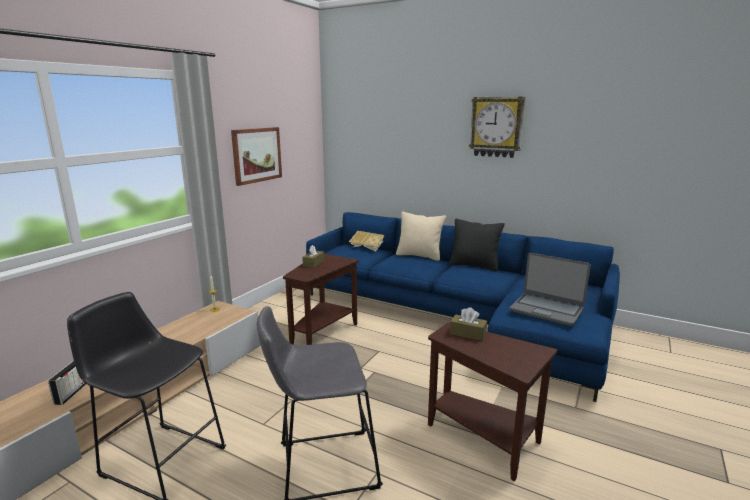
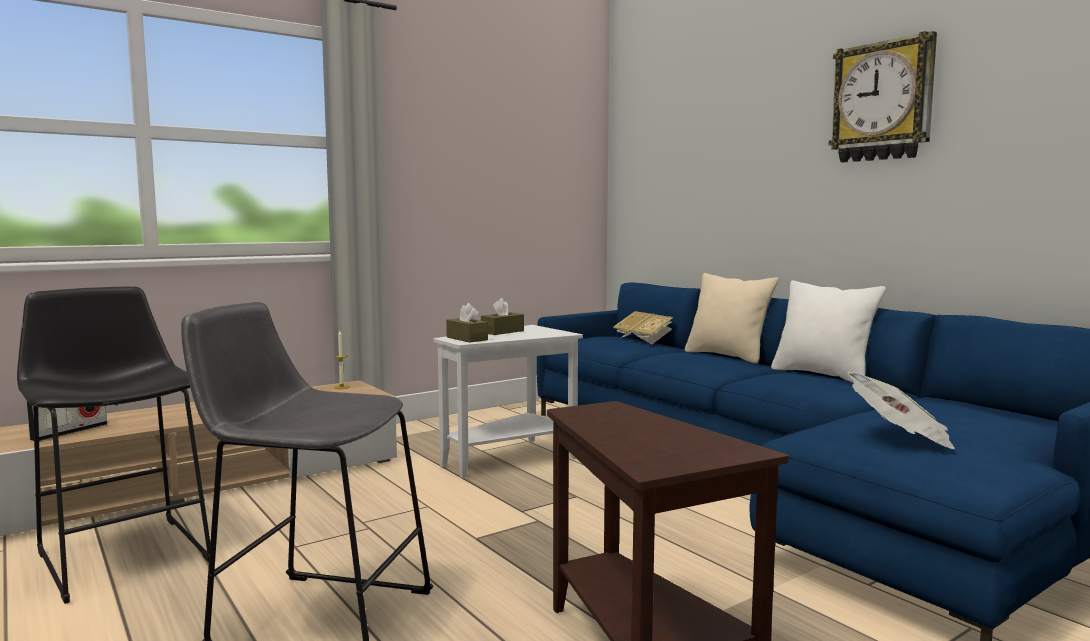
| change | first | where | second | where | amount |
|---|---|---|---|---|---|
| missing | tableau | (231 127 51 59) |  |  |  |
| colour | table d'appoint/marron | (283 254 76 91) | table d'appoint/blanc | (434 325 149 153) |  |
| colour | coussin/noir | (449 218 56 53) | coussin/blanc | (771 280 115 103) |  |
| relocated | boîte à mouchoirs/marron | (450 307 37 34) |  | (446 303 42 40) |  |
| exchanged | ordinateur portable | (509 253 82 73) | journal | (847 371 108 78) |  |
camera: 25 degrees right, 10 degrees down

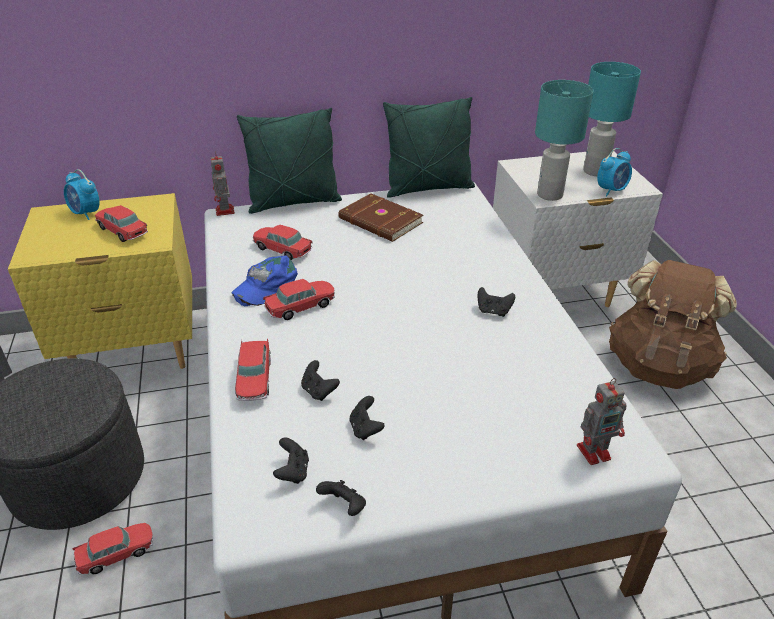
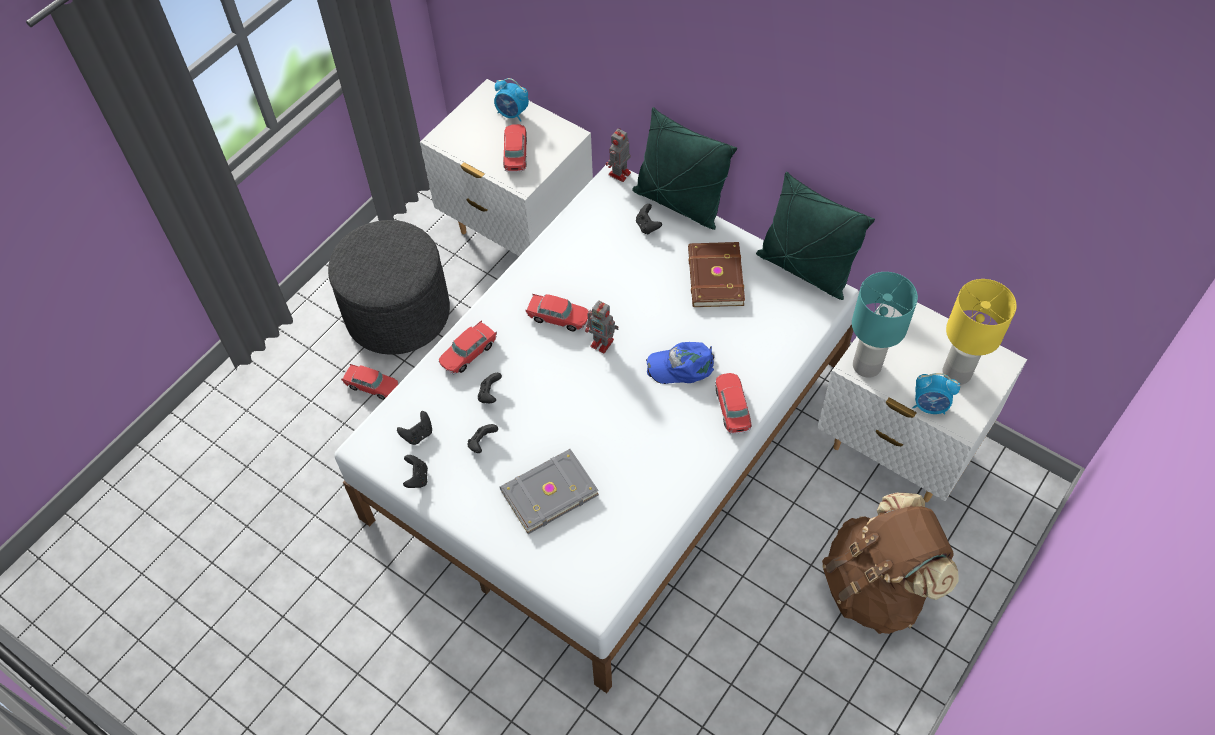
| change | first | where | second | where | amount |
|---|---|---|---|---|---|
| colour | table de chevet/jaune | (8 193 184 176) | table de chevet/blanc | (420 79 173 177) |  |
| spun | réveil | (64 169 35 51) |  | (494 78 35 44) | 60 degrees counterclockwise |
| relocated | casquette/bleu | (231 256 67 50) |  | (646 342 68 42) |  |
| relocated | petite voiture | (253 225 59 35) |  | (715 373 37 61) |  |
| relocated | manette/noir | (478 287 37 30) |  | (636 204 26 31) |  |
| relocated | robot jouet | (577 378 50 87) |  | (585 300 34 53) |  |
| colour | lampe de table/turquoise | (583 62 58 114) | lampe de table/jaune | (942 279 75 106) |  |
| appeared |  |  | livre/gris | (500 449 99 85) |  |
camera: 50 degrees right, 20 degrees up

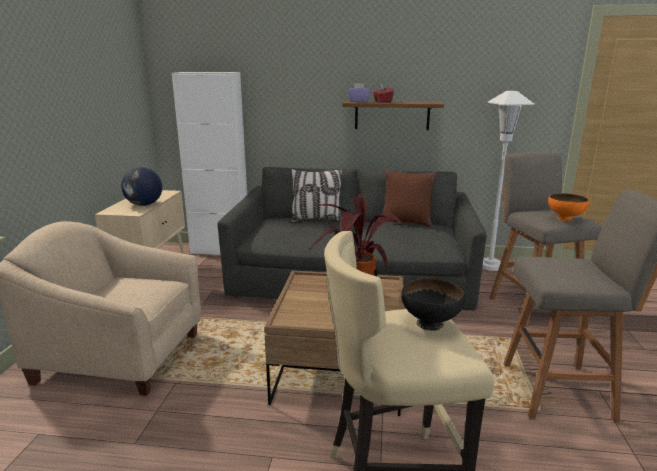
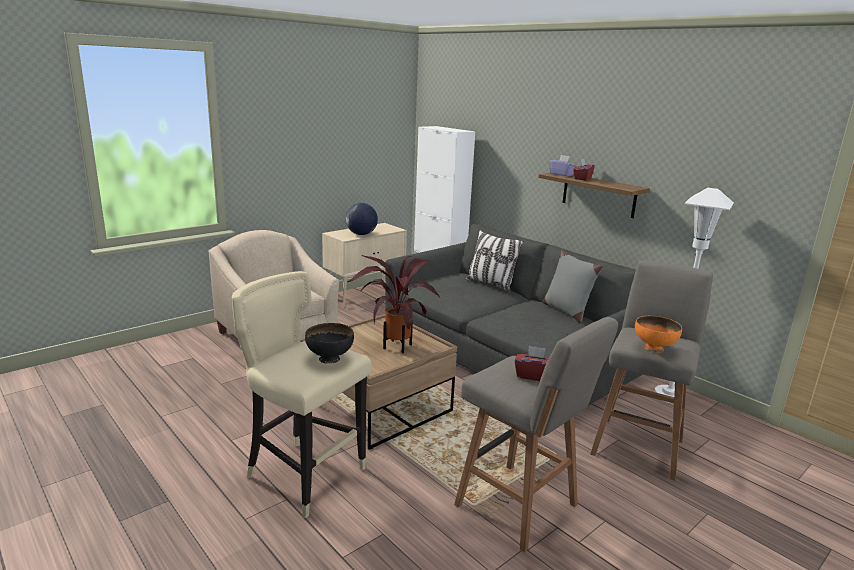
| change | first | where | second | where | amount |
|---|---|---|---|---|---|
| colour | coussin/marron | (383 169 54 59) | coussin/gris | (542 250 61 73) |  |
| appeared |  |  | boîte à mouchoirs/rouge | (514 346 35 35) |  |
camera: 40 degrees right, 0 degrees up

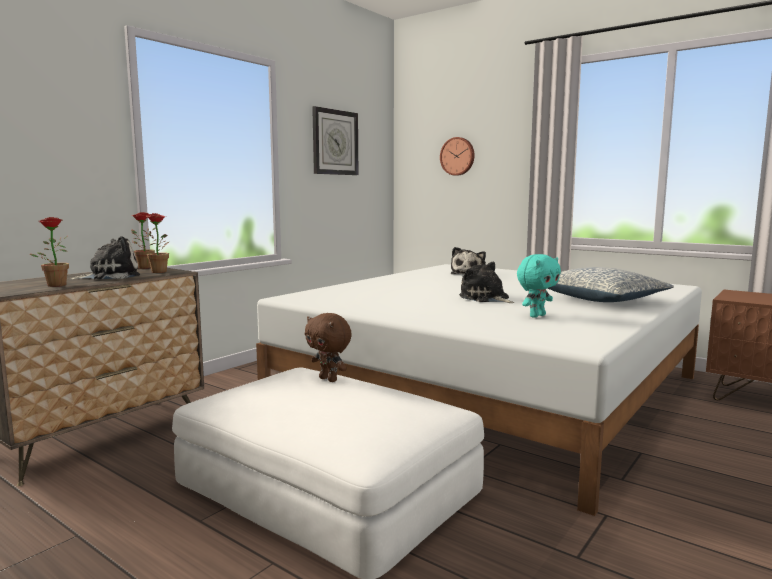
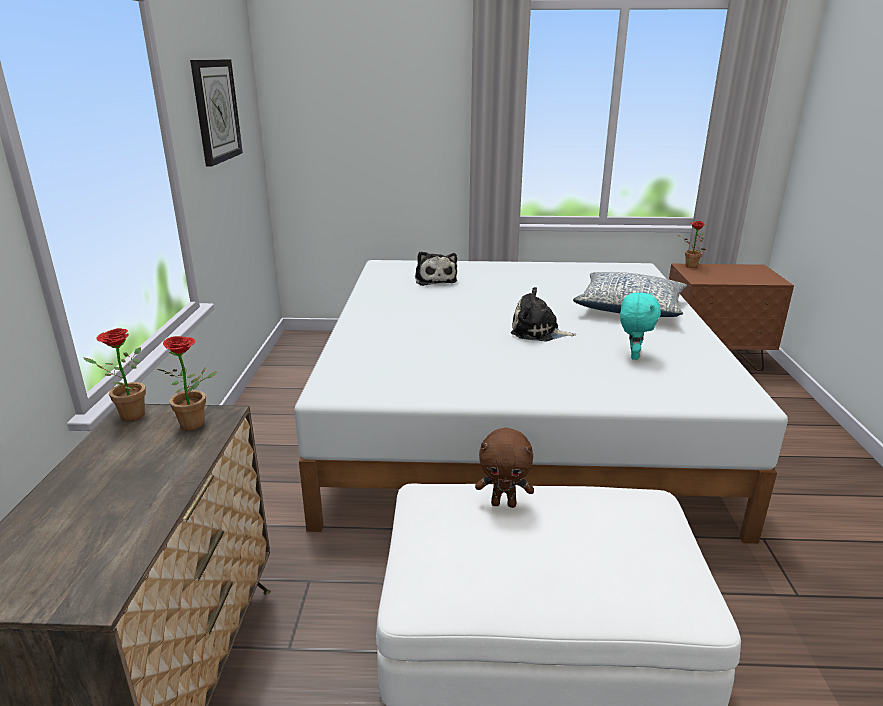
| change | first | where | second | where | amount |
|---|---|---|---|---|---|
| relocated | plante en pot | (30 217 39 70) |  | (678 221 28 47) |  |
| missing | peluche | (68 236 72 44) |  |  |  |
| missing | horloge murale | (440 137 35 39) |  |  |  |
camera: 35 degrees left, 15 degrees up

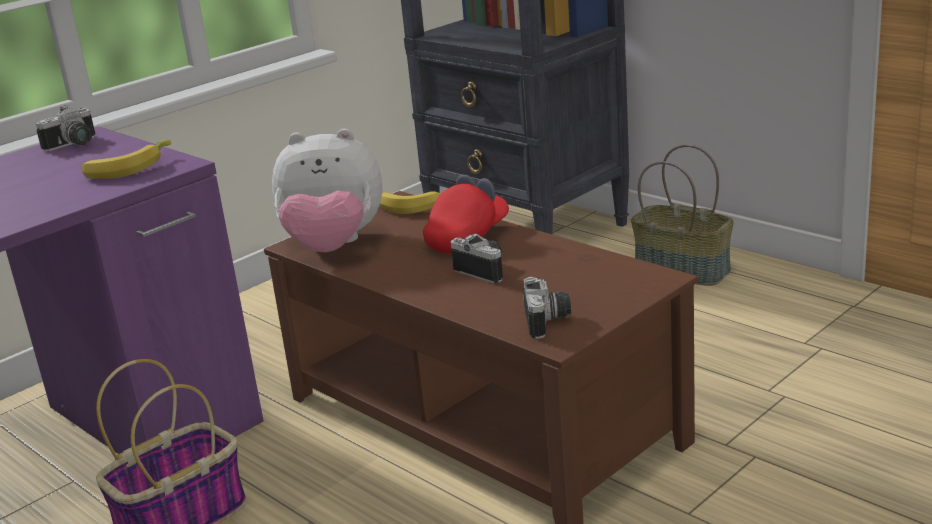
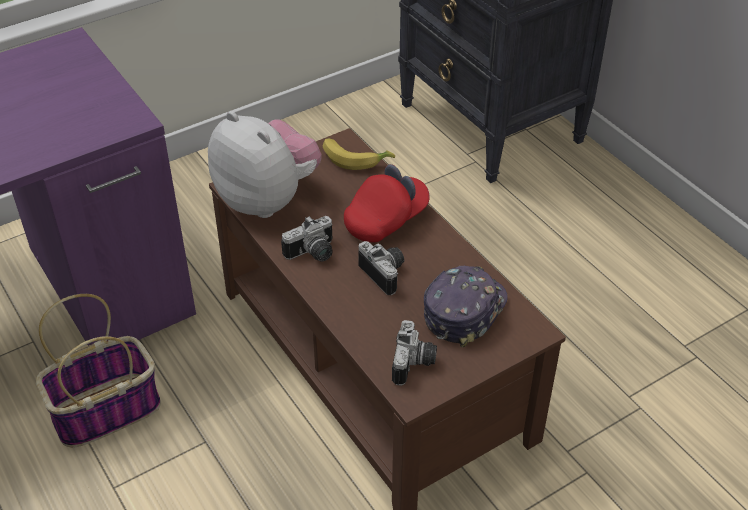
| change | first | where | second | where | amount |
|---|---|---|---|---|---|
| relocated | appareil photo | (36 105 59 47) |  | (281 216 52 46) |  |
| missing | banane | (82 140 89 39) |  |  |  |
| spun | peluche | (272 129 111 123) |  | (208 111 114 107) | 150 degrees counterclockwise |
| missing | panier | (631 144 103 142) |  |  |  |
| appeared |  |  | casquette | (424 266 84 82) |  |
camera: 10 degrees right, 20 degrees up

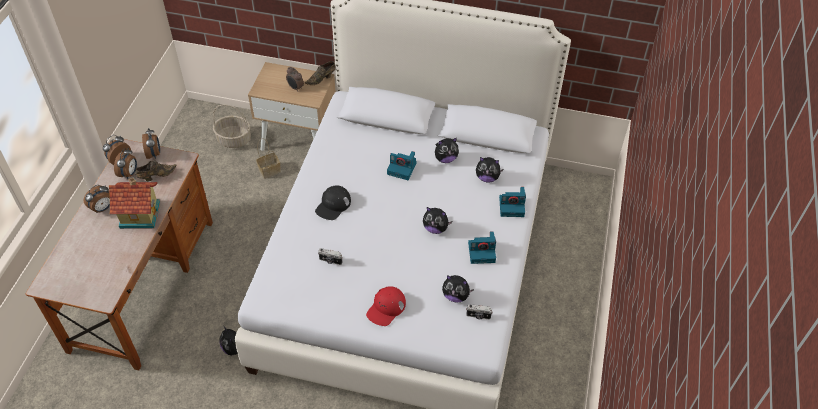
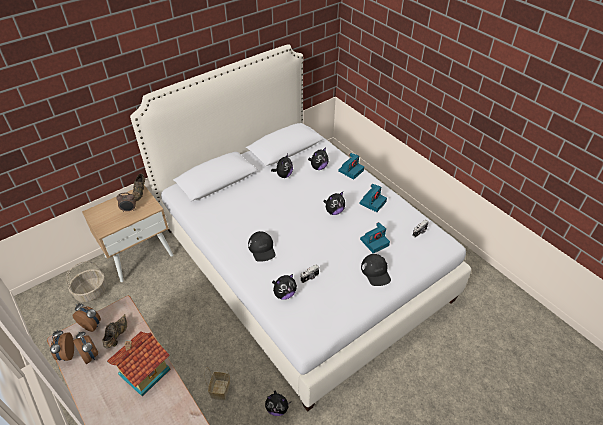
| change | first | where | second | where | amount |
|---|---|---|---|---|---|
| missing | réveil | (84 185 26 28) |  |  |  |
| relocated | panier | (256 138 25 41) |  | (204 367 26 33) |  |
| colour | casquette/rouge | (366 286 40 40) | casquette/noir | (361 254 30 32) |  |
| relocated | appareil photo | (387 151 30 29) |  | (360 222 30 32) |  |
| relocated | peluche | (442 275 32 28) |  | (272 274 25 26) |  |
camera: 50 degrees left, 5 degrees down

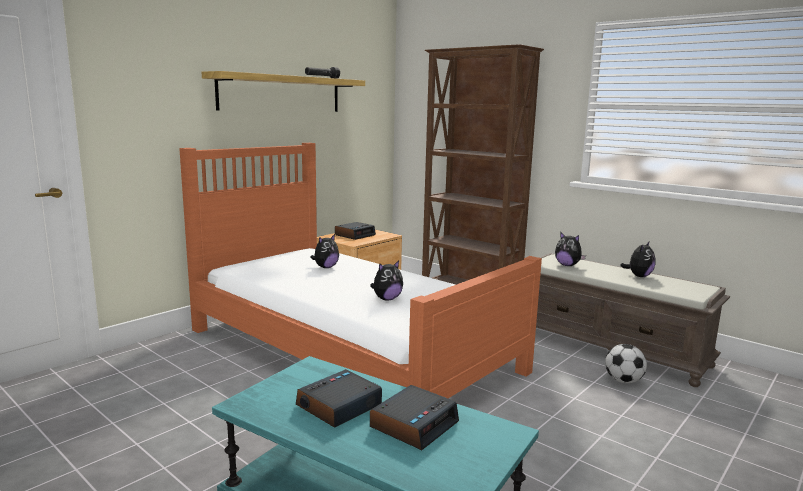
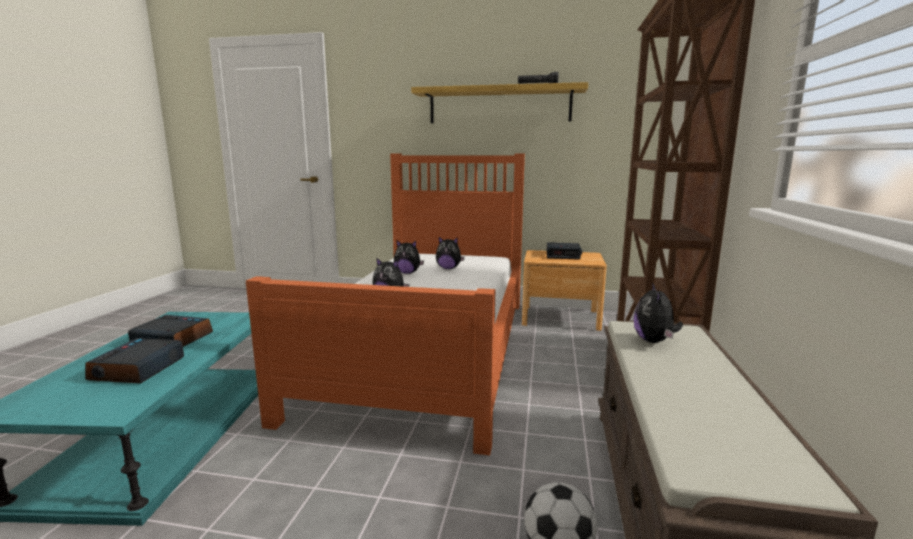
| change | first | where | second | where | amount |
|---|---|---|---|---|---|
| spun | réveil | (370 385 89 65) |  | (85 338 99 46) | 90 degrees clockwise |
| relocated | peluche | (620 241 35 36) |  | (394 241 30 33) |  |
camera: 60 degrees right, 0 degrees up

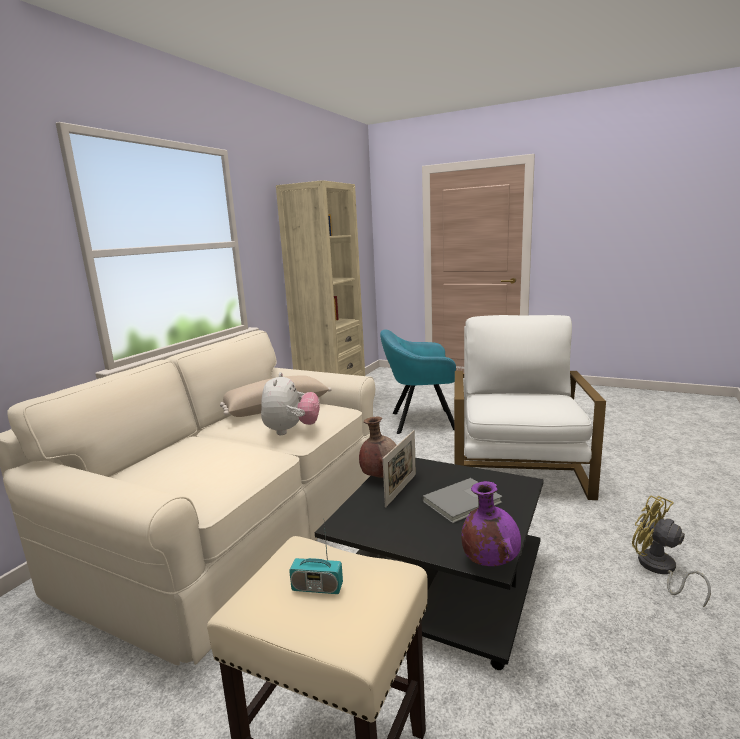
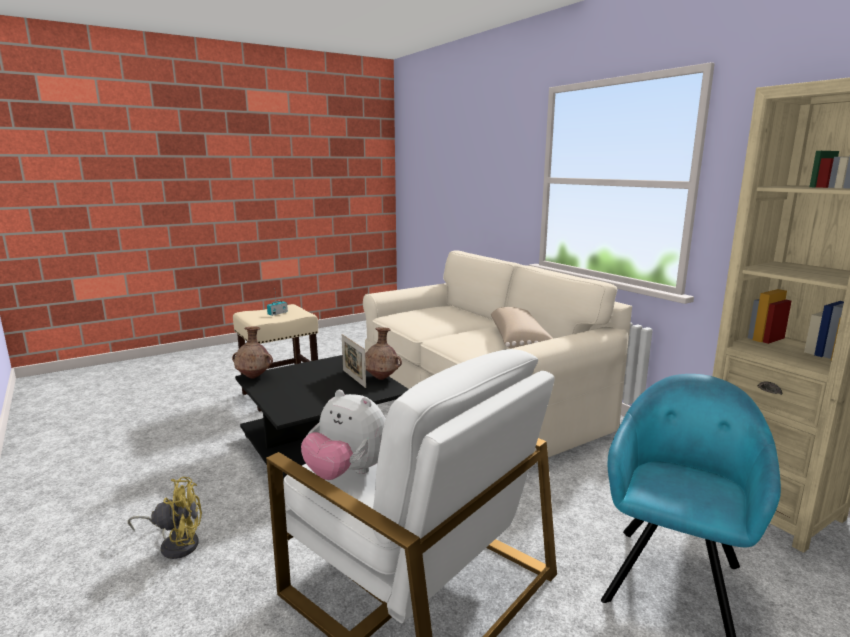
| change | first | where | second | where | amount |
|---|---|---|---|---|---|
| relocated | peluche | (261 372 59 63) |  | (301 390 85 90) |  |
| missing | livre/gris | (422 478 81 45) |  |  |  |
| colour | vase/violet | (461 481 60 85) | vase/marron | (232 327 41 52) |  |
camera: 120 degrees right, 0 degrees up

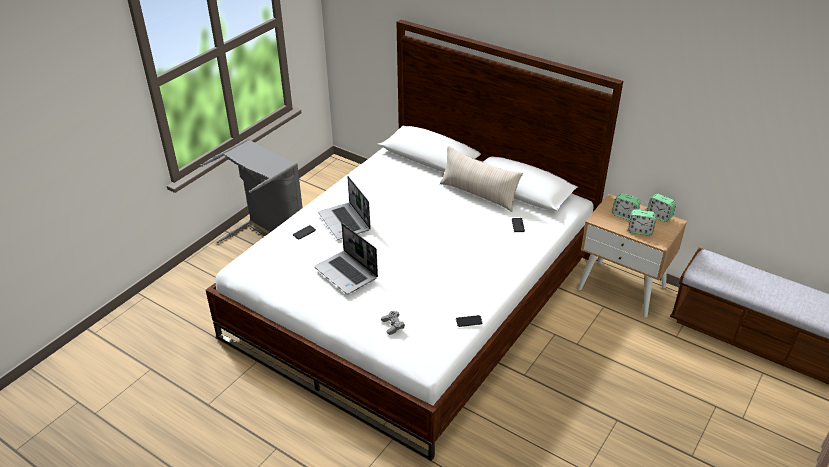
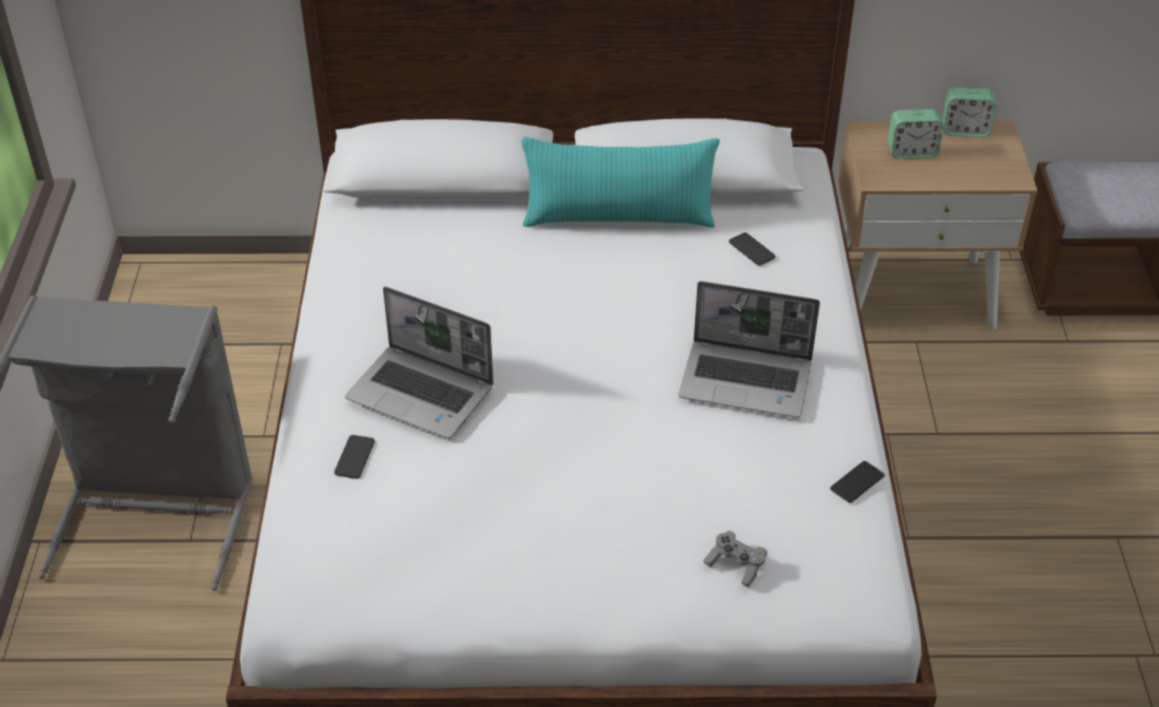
| change | first | where | second | where | amount |
|---|---|---|---|---|---|
| relocated | ordinateur portable | (315 223 63 71) |  | (679 281 141 137) |  |
| colour | coussin/beige | (440 146 83 66) | coussin/turquoise | (522 137 197 91) |  |
| missing | réveil | (629 209 27 27) |  |  |  |
camera: 35 degrees left, 5 degrees up

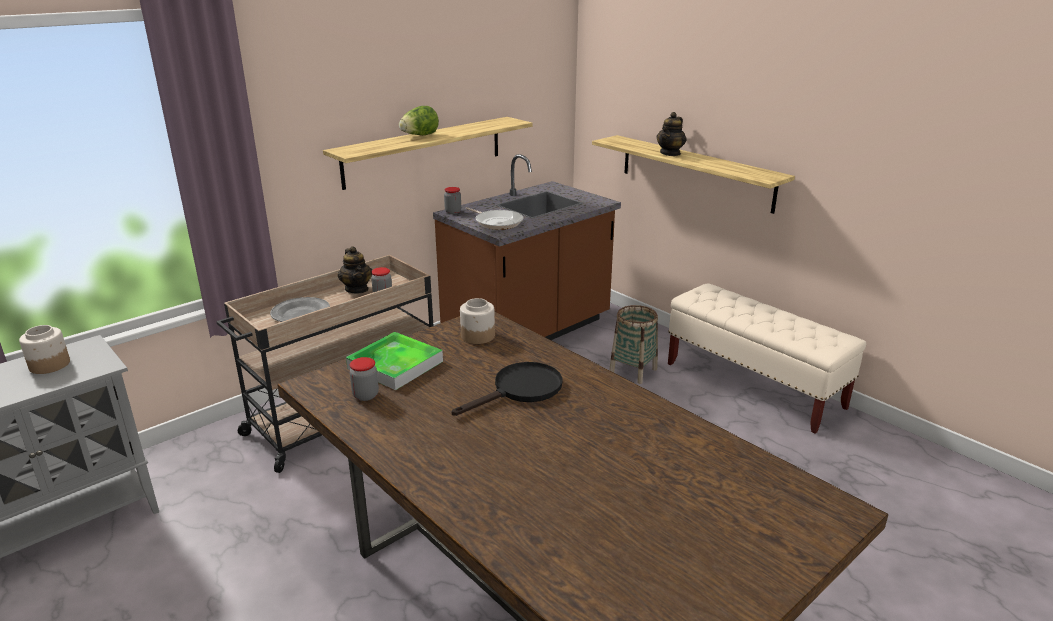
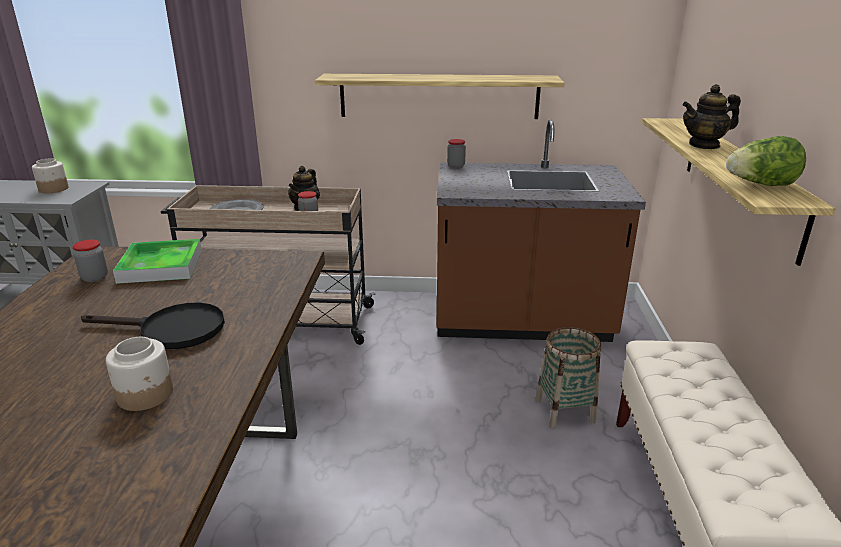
| change | first | where | second | where | amount |
|---|---|---|---|---|---|
| relocated | laitue | (399 106 40 29) |  | (726 136 80 50) |  |
| relocated | bocal | (460 298 35 46) |  | (106 337 67 74) |  |
| missing | poêle | (465 207 59 23) |  |  |  |
camera: 45 degrees right, 0 degrees up

